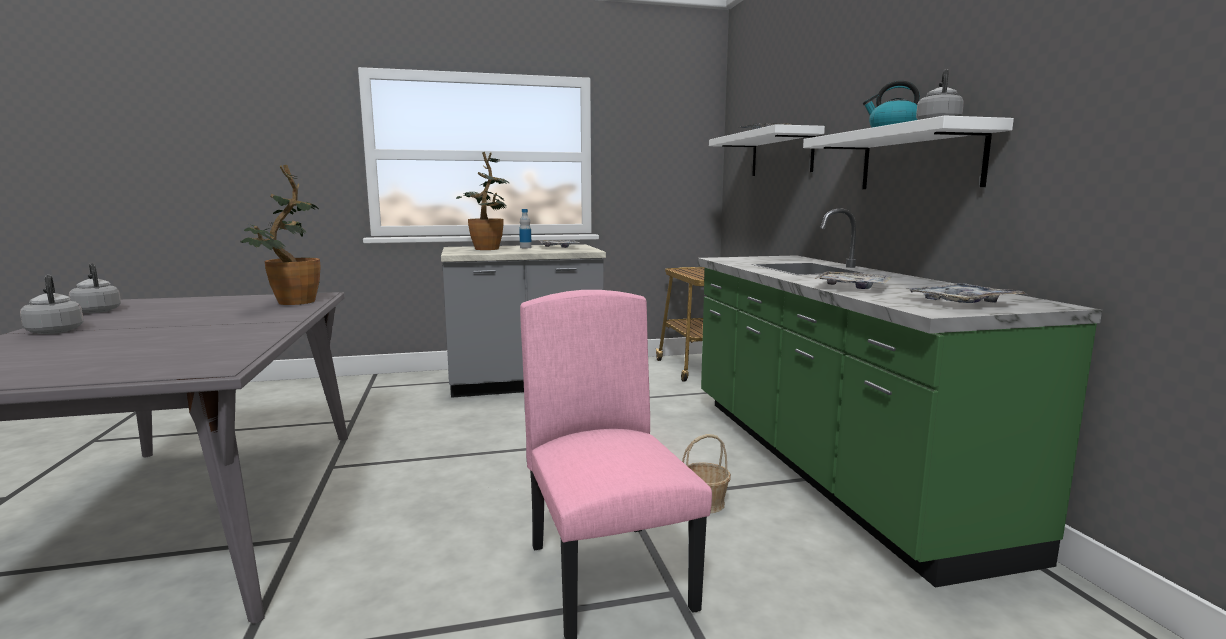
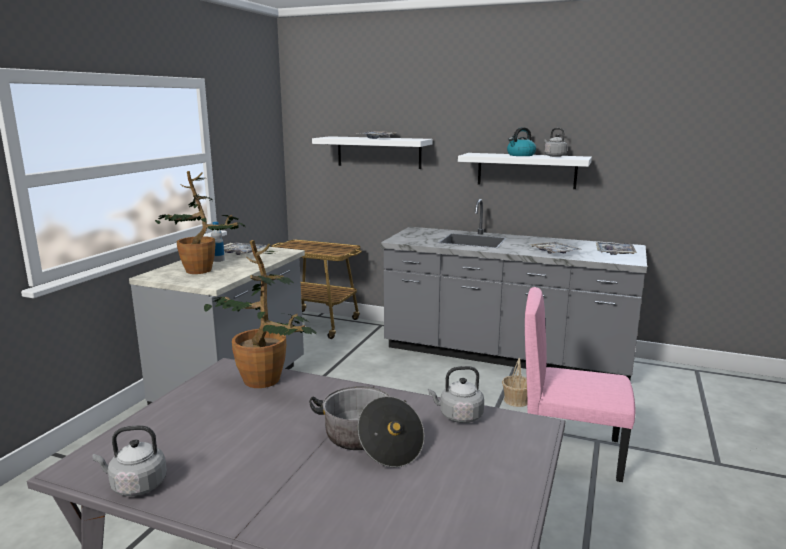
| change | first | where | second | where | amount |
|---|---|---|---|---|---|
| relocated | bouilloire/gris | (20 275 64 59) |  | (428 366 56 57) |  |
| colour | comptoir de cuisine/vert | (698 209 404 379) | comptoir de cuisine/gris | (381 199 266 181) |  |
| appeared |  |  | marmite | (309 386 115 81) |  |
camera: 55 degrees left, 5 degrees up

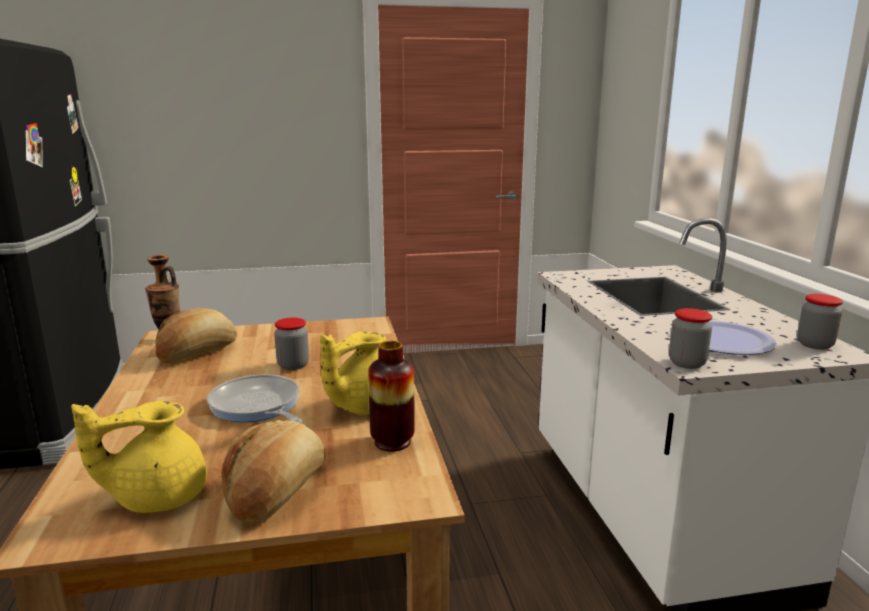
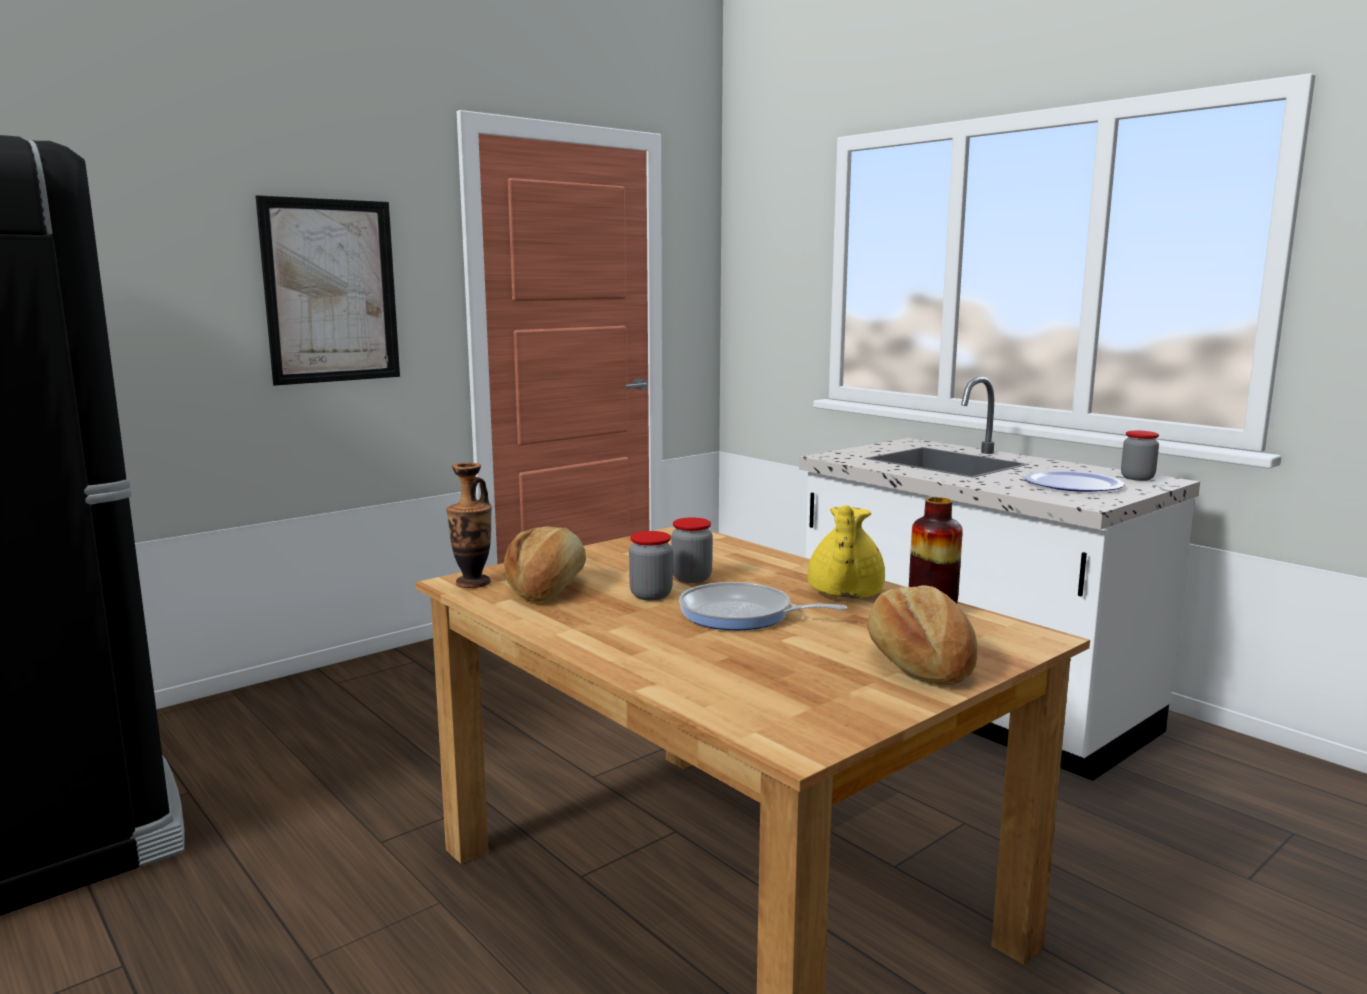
| change | first | where | second | where | amount |
|---|---|---|---|---|---|
| missing | théière/jaune | (71 401 136 112) |  |  |  |
| relocated | bocal | (669 308 43 61) |  | (629 531 44 69) |  |
| appeared |  |  | tableau | (255 195 145 191) |  |
camera: 30 degrees left, 5 degrees down

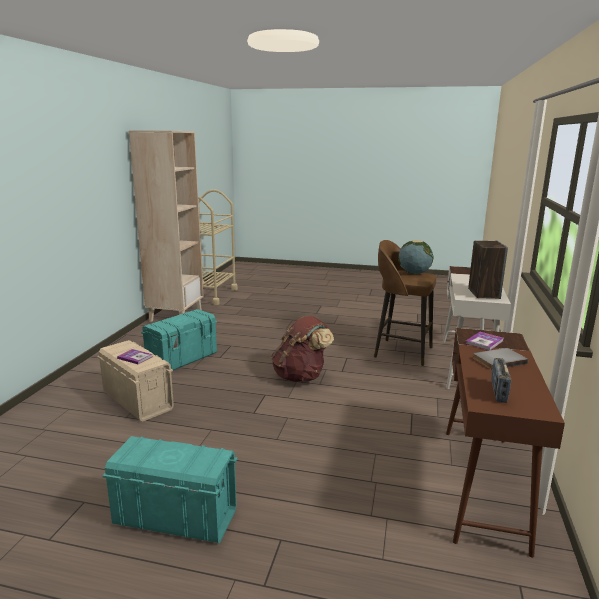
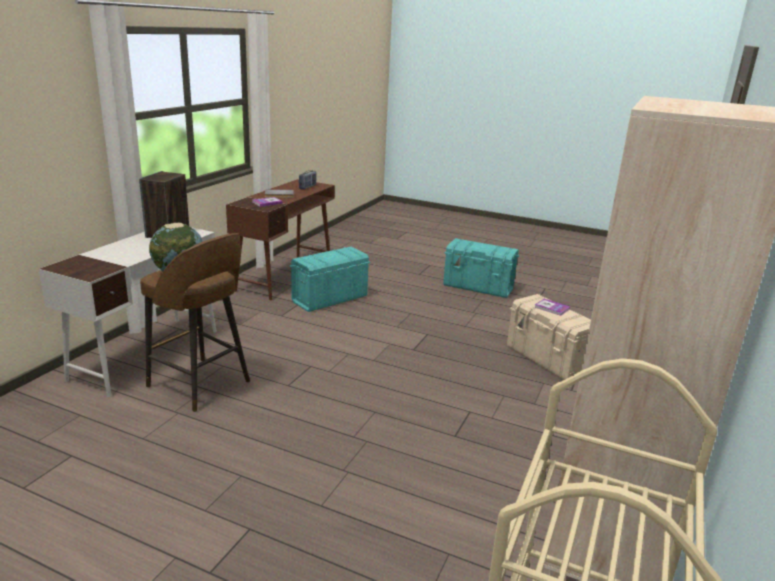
| change | first | where | second | where | amount |
|---|---|---|---|---|---|
| relocated | boîte de rangement/turquoise | (141 309 76 61) |  | (289 247 81 65) |  |
| missing | sac à dos/marron | (271 316 63 66) |  |  |  |
camera: 170 degrees left, 5 degrees up

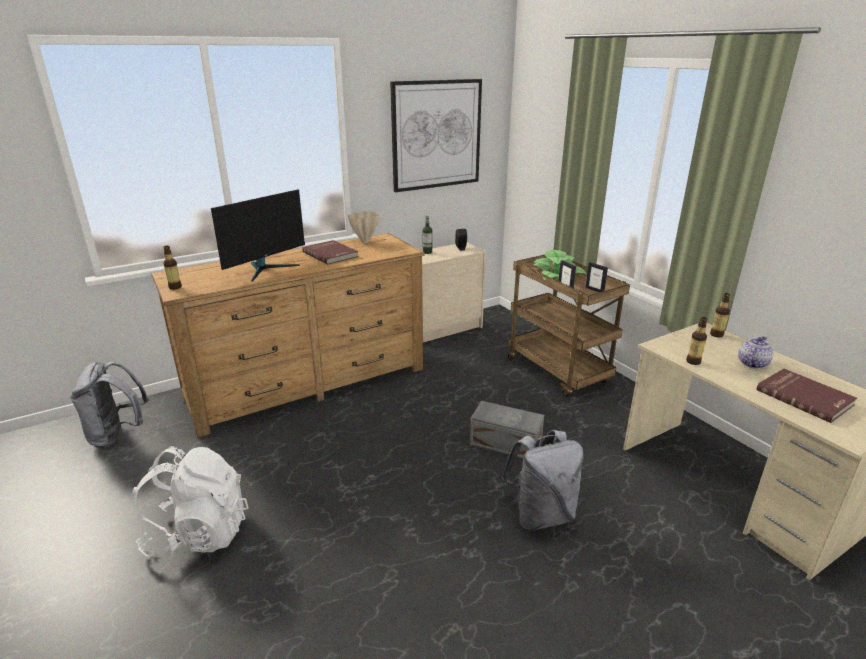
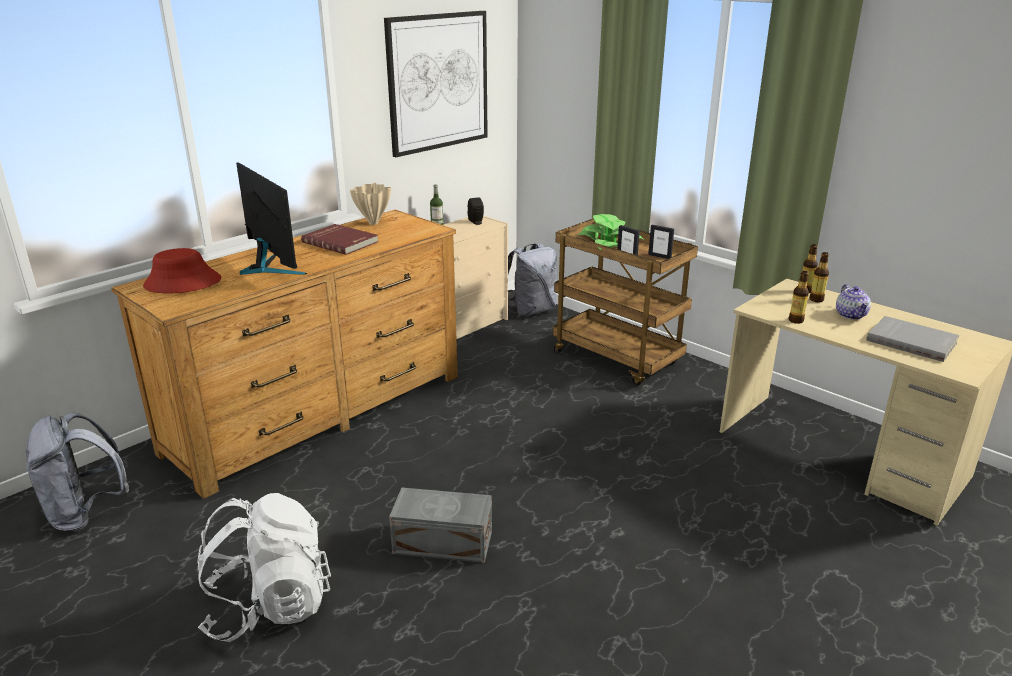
| change | first | where | second | where | amount |
|---|---|---|---|---|---|
| relocated | bouteille | (163 246 19 44) |  | (809 252 20 50) |  |
| spun | écran d'ordinateur | (211 189 94 93) |  | (236 162 71 113) | 60 degrees counterclockwise |
| relocated | boîte de rangement/gris | (470 401 74 58) |  | (389 488 103 75) |  |
| relocated | sac à dos/gris | (502 430 82 101) |  | (508 243 49 73) |  |
| spun | théière | (738 336 35 33) |  | (836 284 35 36) | 150 degrees clockwise |
| colour | livre/rouge | (756 369 101 54) | livre/gris | (867 316 92 46) |  |
| appeared |  |  | chapeau/rouge | (143 248 78 46) |  |
camera: 15 degrees left, 0 degrees up

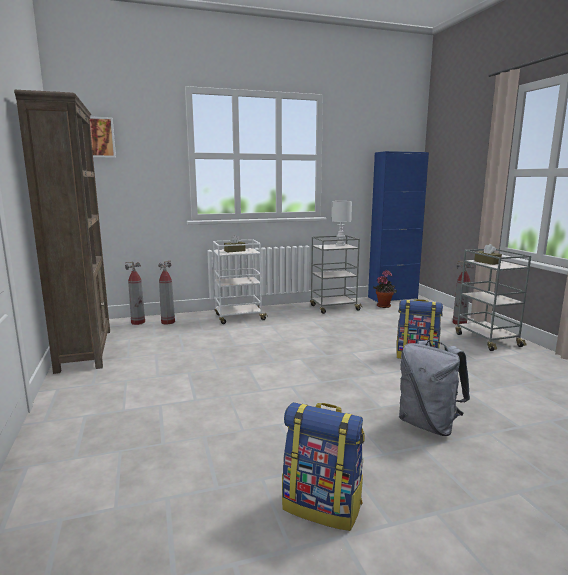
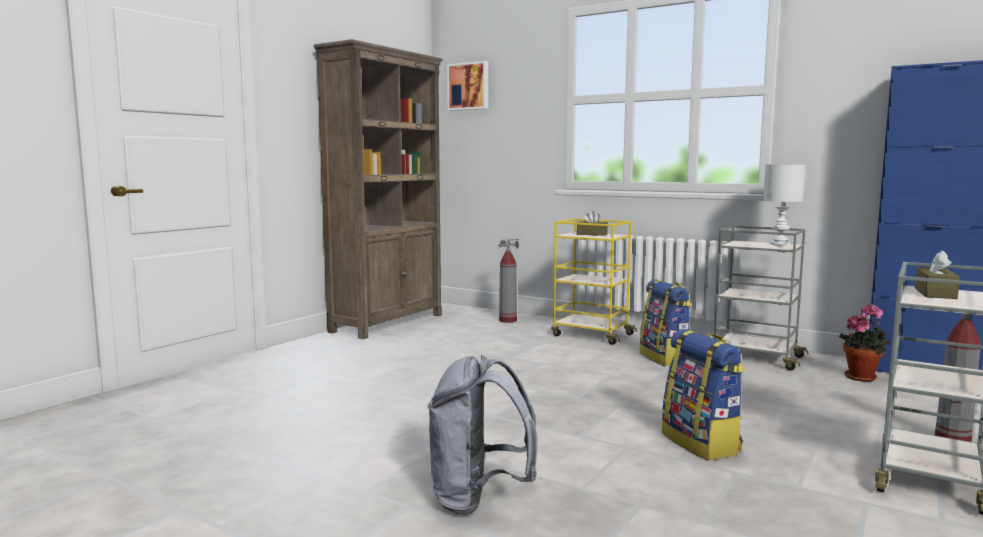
| change | first | where | second | where | amount |
|---|---|---|---|---|---|
| missing | extincteur | (125 262 20 63) |  |  |  |
| colour | chariot/blanc | (213 239 55 85) | chariot/jaune | (551 218 86 127) |  |
| relocated | sac à dos | (282 402 83 129) |  | (640 279 52 87) |  |
camera: 50 degrees right, 5 degrees down

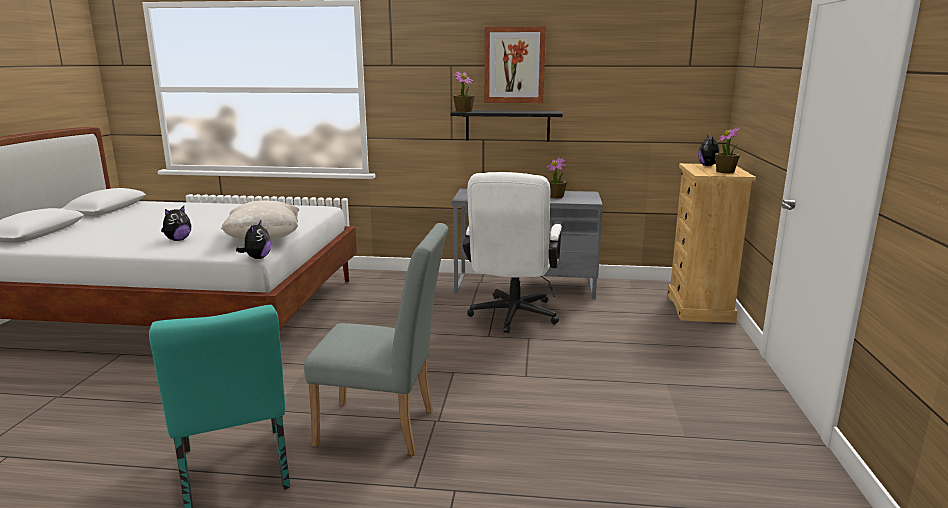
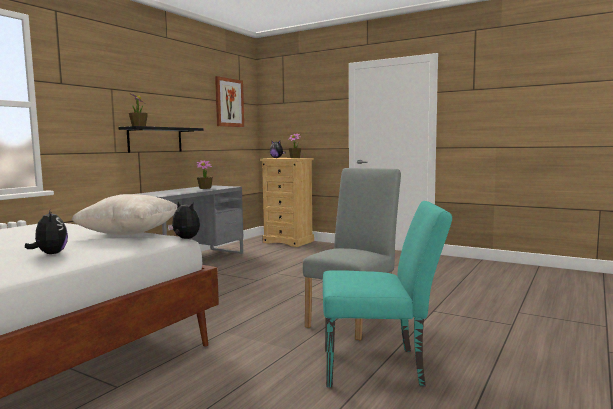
| change | first | where | second | where | amount |
|---|---|---|---|---|---|
| missing | chaise de bureau/blanc | (463 172 99 161) |  |  |  |
| relocated | tableau | (484 27 62 76) |  | (215 76 29 51) |  |
camera: 65 degrees left, 10 degrees down

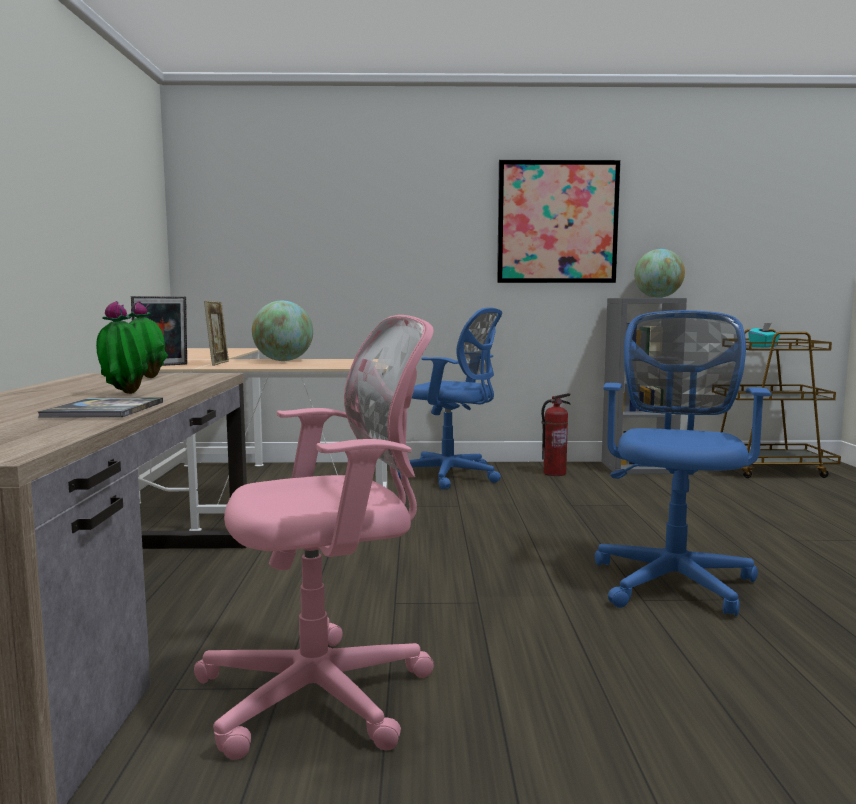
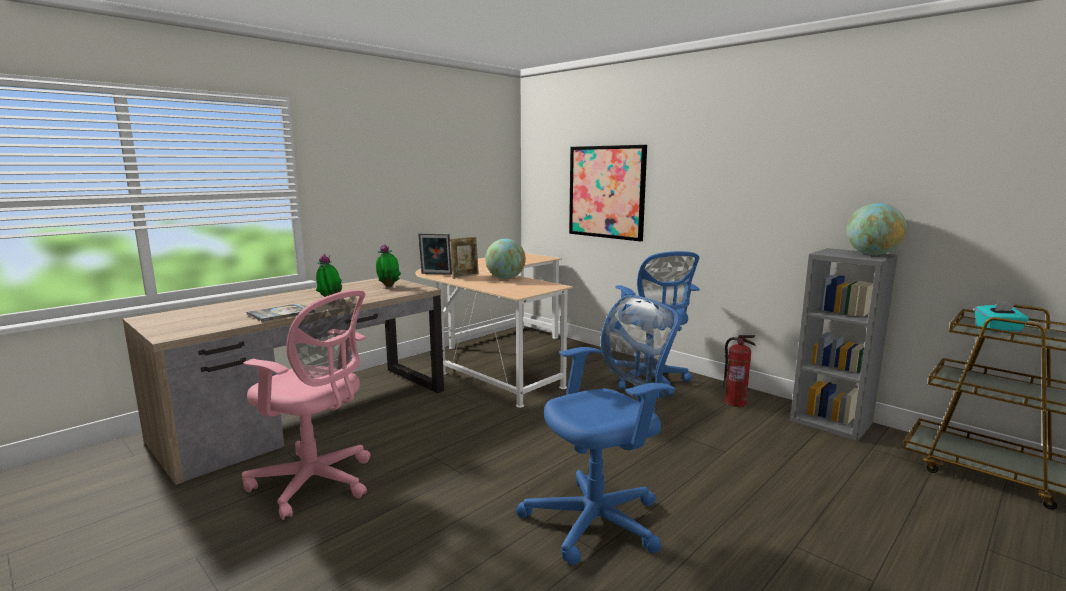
| change | first | where | second | where | amount |
|---|---|---|---|---|---|
| relocated | tableau | (497 160 124 123) |  | (569 145 78 97) |  |
camera: 45 degrees right, 5 degrees up

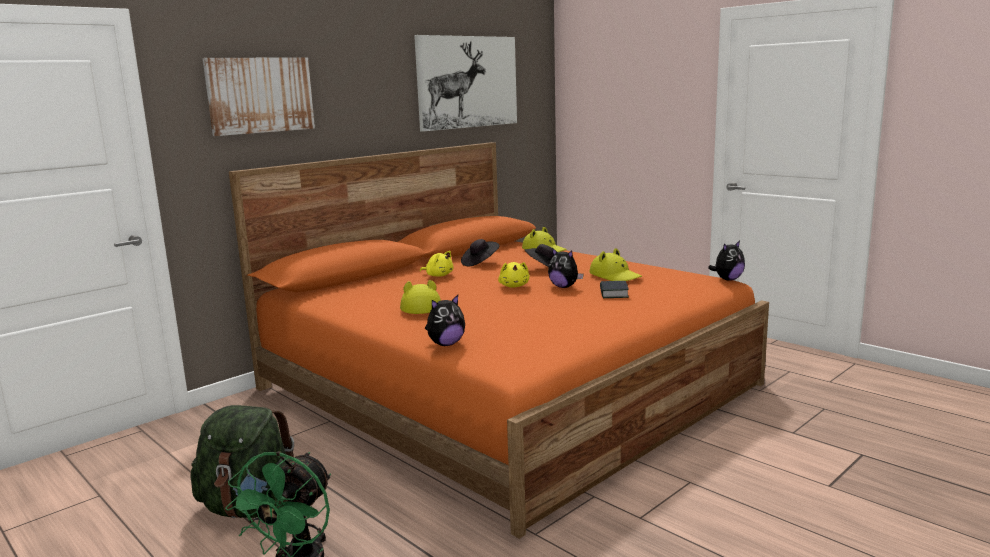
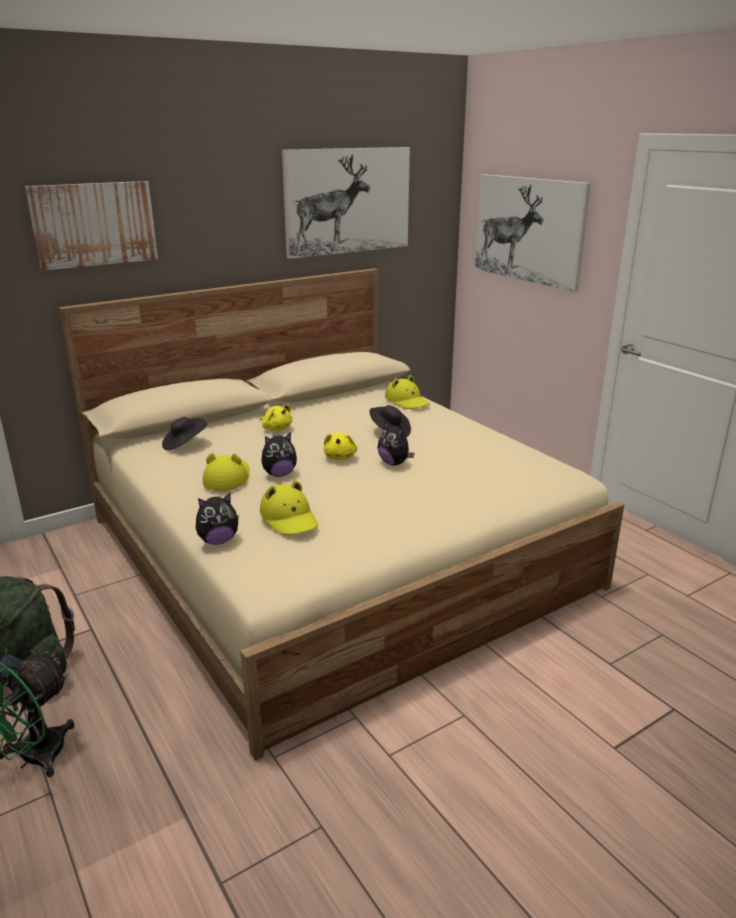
| change | first | where | second | where | amount |
|---|---|---|---|---|---|
| colour | lit/orange | (229 142 540 397) | lit/beige | (59 268 565 493) |  |
| relocated | chapeau/noir | (461 239 39 27) |  | (162 417 45 33) |  |
| relocated | chapeau/jaune | (589 248 53 33) |  | (260 480 58 55) |  |
| missing | livre | (600 281 29 17) |  |  |  |
| relocated | peluche | (708 240 37 41) |  | (262 432 35 45) |  |
| appeared |  |  | tableau | (475 174 116 118) |  |
camera: 10 degrees right, 10 degrees up

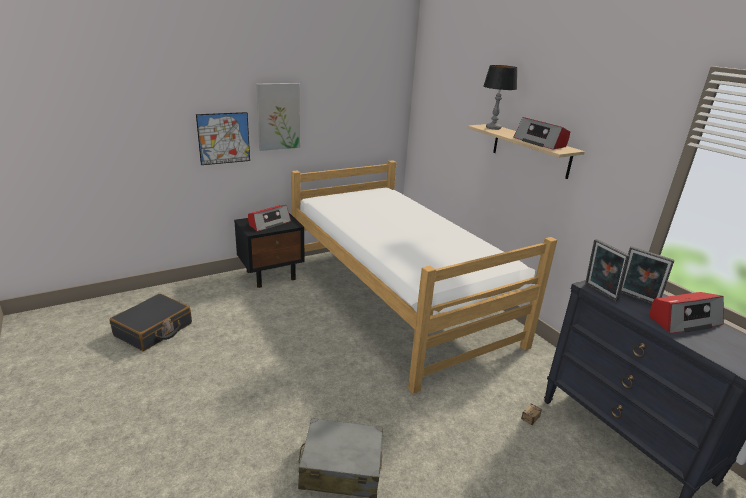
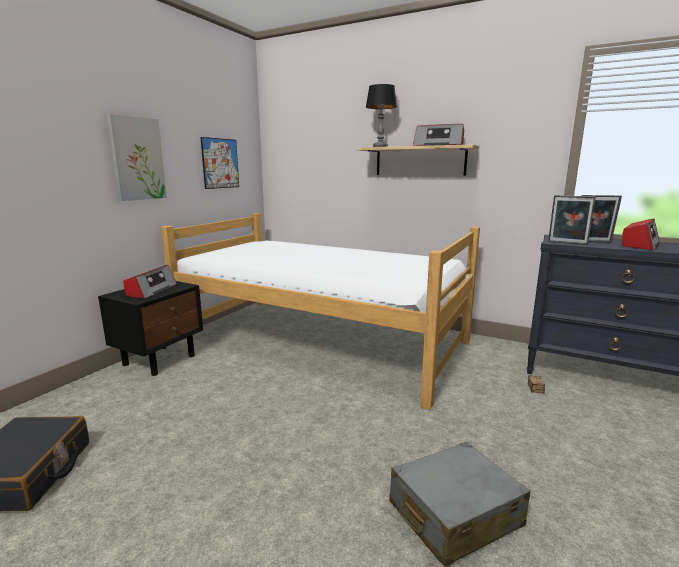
| change | first | where | second | where | amount |
|---|---|---|---|---|---|
| relocated | tableau | (196 112 54 53) |  | (200 137 39 52) |  |
camera: 30 degrees left, 10 degrees down

